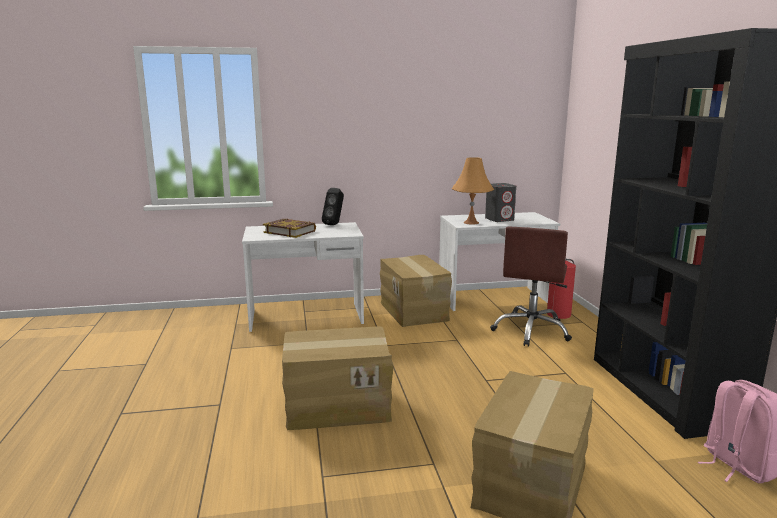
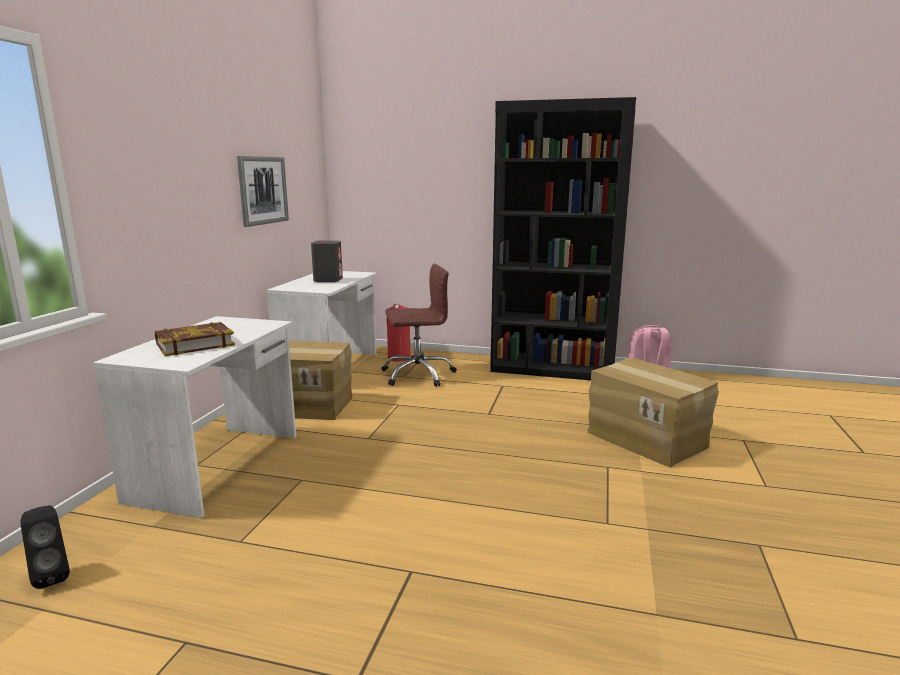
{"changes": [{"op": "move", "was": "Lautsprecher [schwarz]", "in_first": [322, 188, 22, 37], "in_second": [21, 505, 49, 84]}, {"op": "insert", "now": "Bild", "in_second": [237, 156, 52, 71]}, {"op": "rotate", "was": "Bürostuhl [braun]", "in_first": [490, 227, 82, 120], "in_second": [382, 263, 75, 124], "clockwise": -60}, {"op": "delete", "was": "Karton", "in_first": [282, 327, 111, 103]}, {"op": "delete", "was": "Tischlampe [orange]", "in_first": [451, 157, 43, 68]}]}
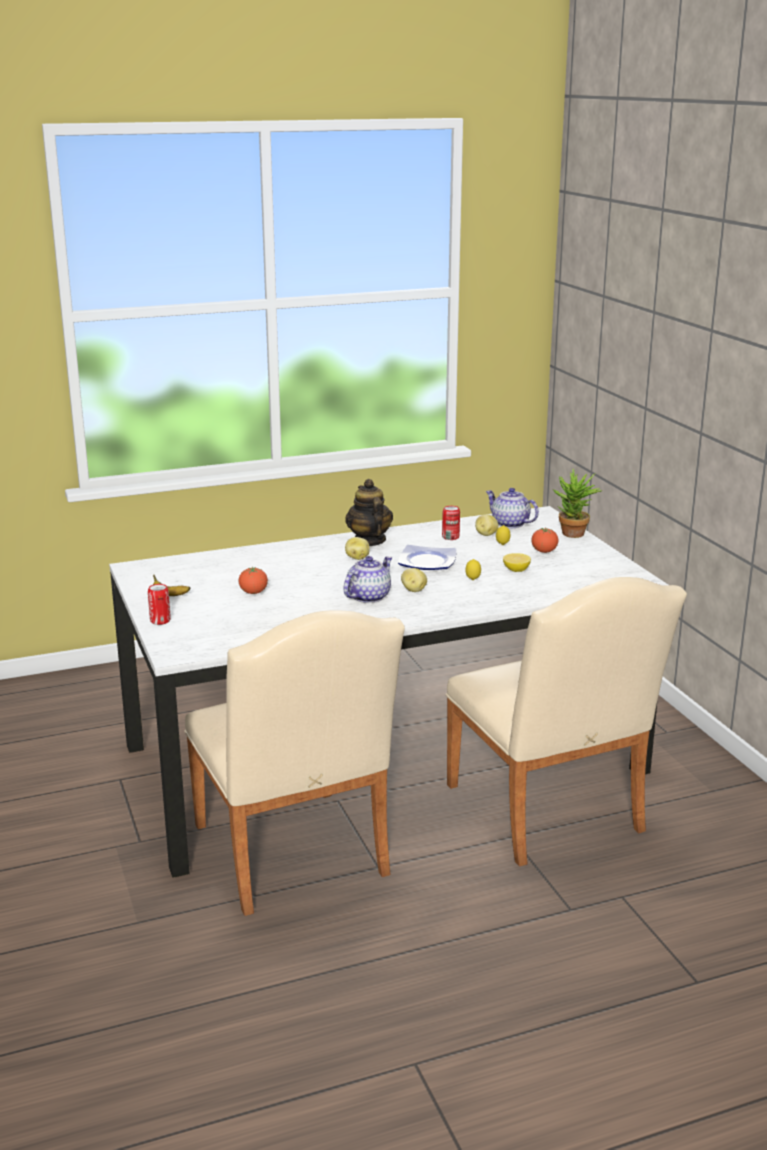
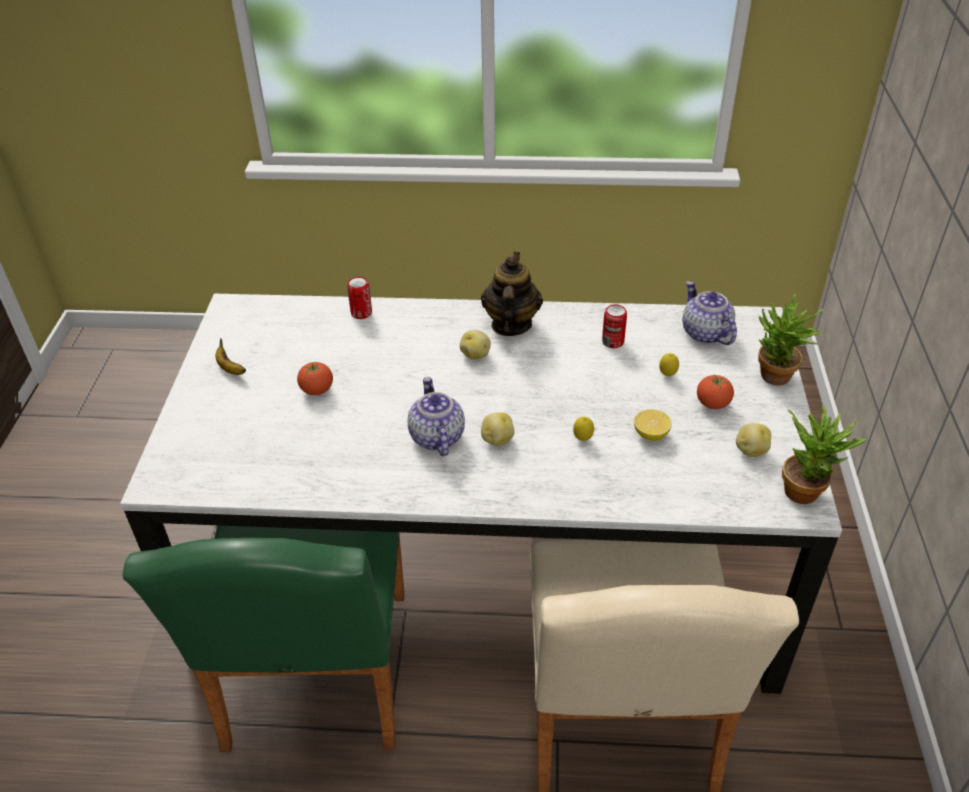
{"changes": [{"op": "recolor", "was": "Stuhl [beige]", "now": "Stuhl [grün]", "in_first": [184, 610, 221, 306], "in_second": [123, 525, 281, 227]}, {"op": "move", "was": "Dose", "in_first": [148, 584, 23, 41], "in_second": [347, 277, 25, 42]}, {"op": "rotate", "was": "Teekanne", "in_first": [344, 556, 48, 47], "in_second": [408, 377, 57, 79], "clockwise": -75}, {"op": "move", "was": "Kartoffel", "in_first": [475, 514, 23, 22], "in_second": [736, 423, 35, 34]}, {"op": "insert", "now": "Topfpflanze", "in_second": [782, 405, 85, 99]}, {"op": "delete", "was": "Teller", "in_first": [398, 545, 58, 25]}]}
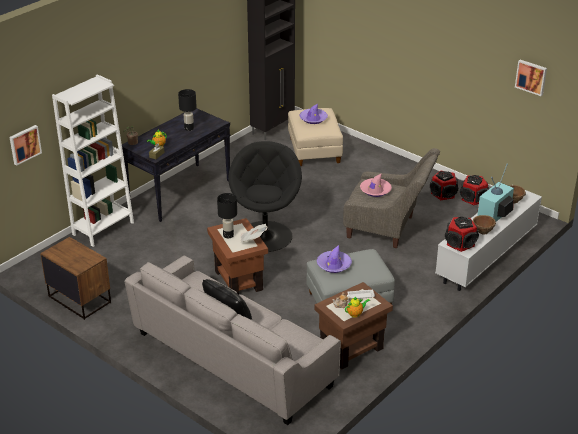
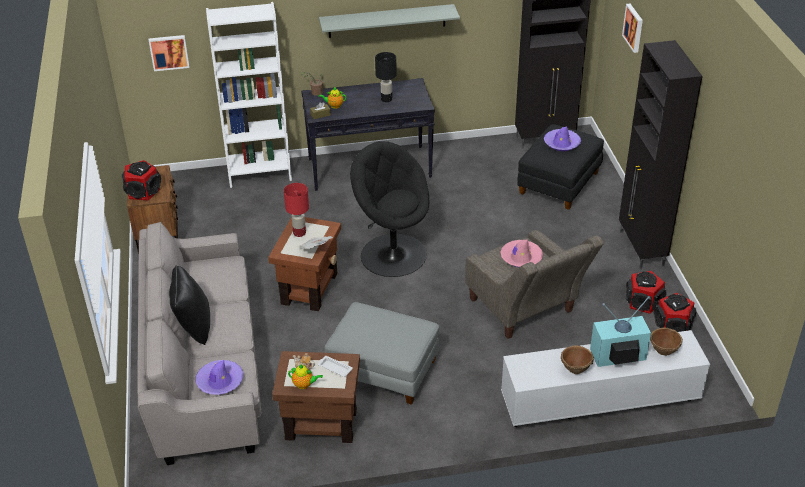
{"changes": [{"op": "move", "was": "Lautsprecher", "in_first": [445, 217, 34, 35], "in_second": [122, 160, 39, 40]}, {"op": "move", "was": "Hut [lila]", "in_first": [317, 245, 35, 28], "in_second": [196, 360, 47, 35]}, {"op": "recolor", "was": "Tischlampe [schwarz]", "now": "Tischlampe [rot]", "in_first": [217, 193, 20, 45], "in_second": [284, 183, 25, 54]}, {"op": "insert", "now": "Wandregal [grau]", "in_second": [319, 4, 141, 34]}, {"op": "rotate", "was": "Sessel [schwarz]", "in_first": [228, 141, 74, 111], "in_second": [350, 141, 79, 136], "clockwise": -105}, {"op": "recolor", "was": "Polsterhocker [beige]", "now": "Polsterhocker [schwarz]", "in_first": [288, 108, 55, 58], "in_second": [517, 124, 87, 86]}, {"op": "insert", "now": "Schrank [schwarz]", "in_second": [619, 40, 83, 229]}, {"op": "move", "was": "Bild", "in_first": [515, 60, 32, 36], "in_second": [622, 4, 21, 49]}]}
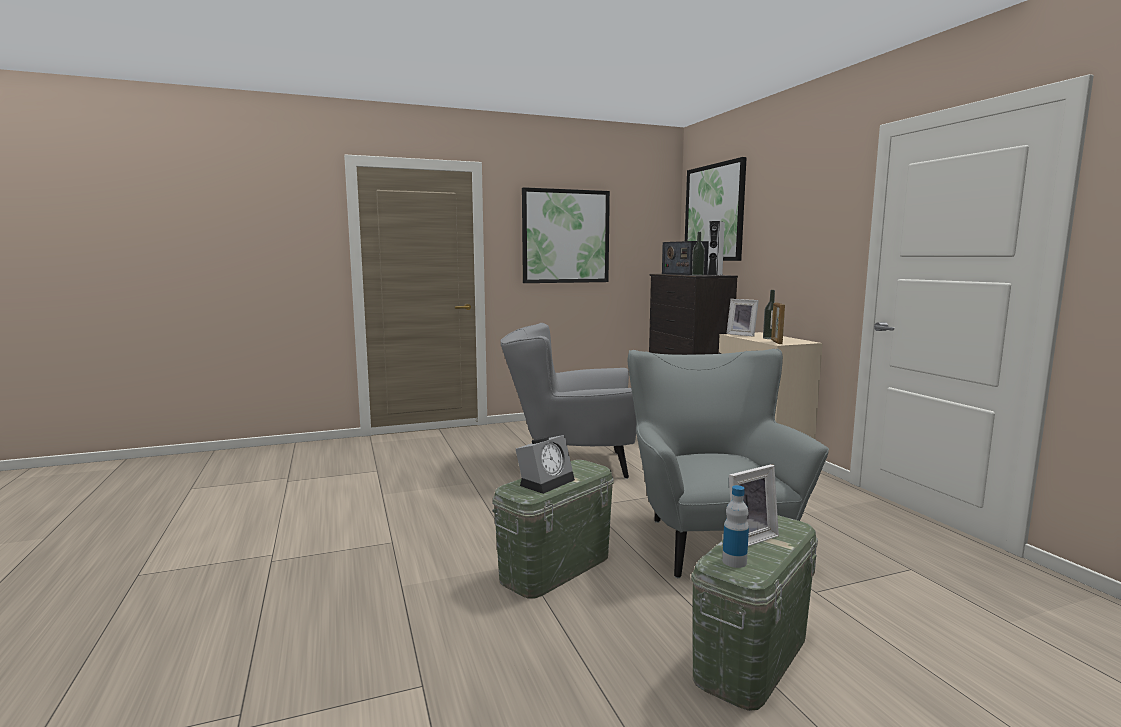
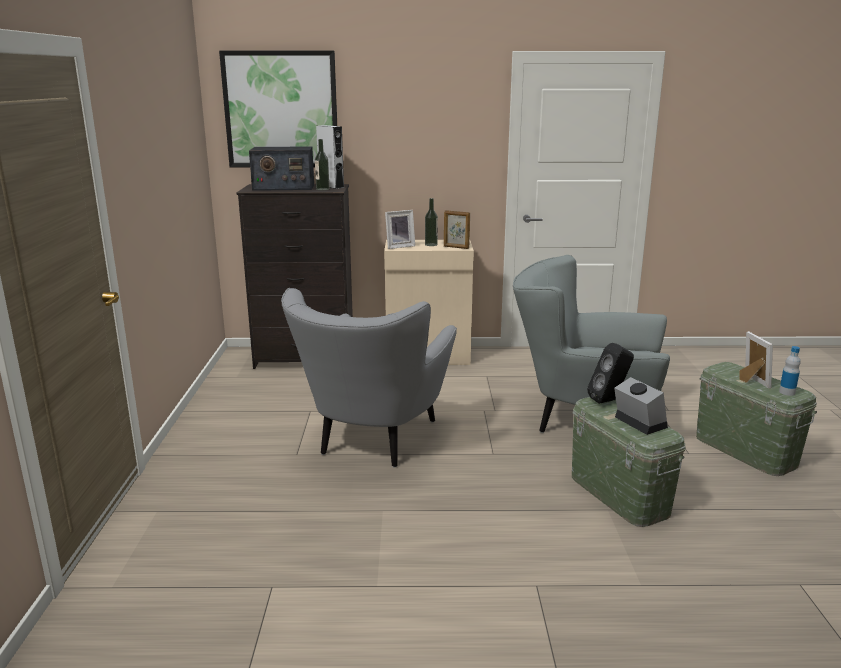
{"changes": [{"op": "insert", "now": "Lautsprecher [schwarz]", "in_second": [587, 343, 47, 61]}, {"op": "delete", "was": "Bild", "in_first": [522, 187, 88, 96]}]}
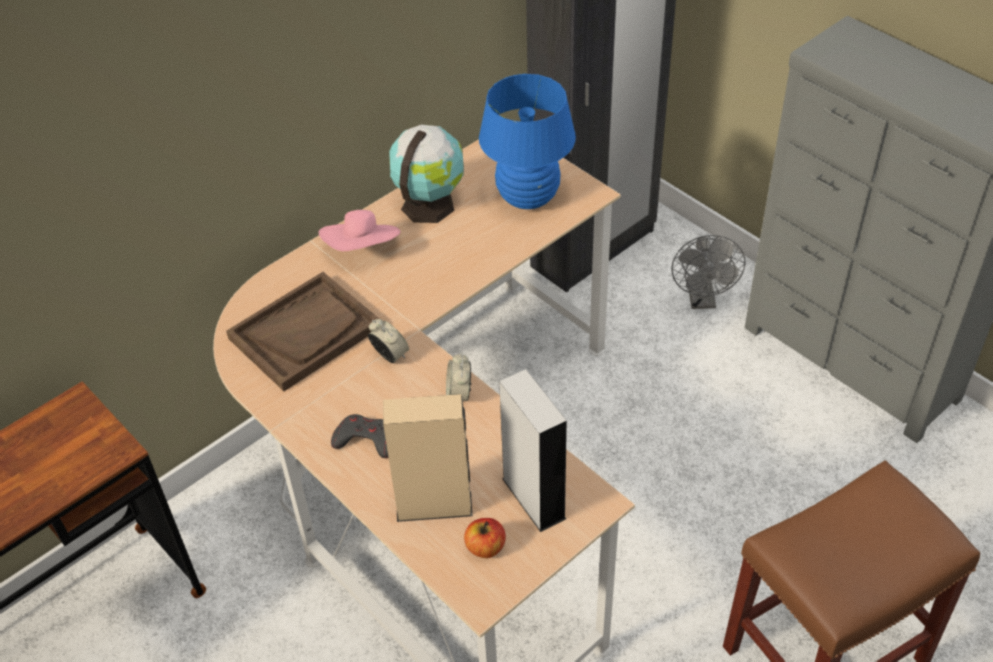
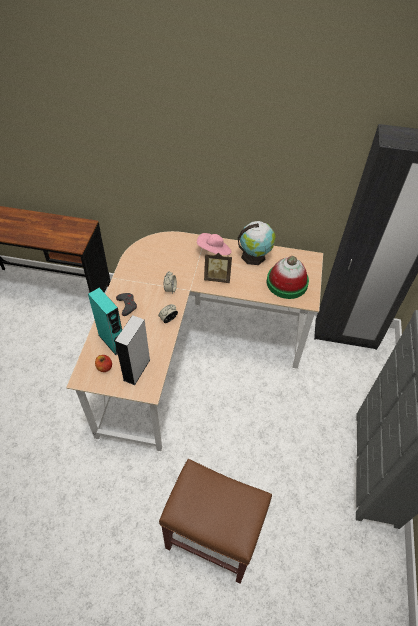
{"changes": [{"op": "recolor", "was": "Lautsprecher [beige]", "now": "Lautsprecher [türkis]", "in_first": [383, 394, 89, 128], "in_second": [88, 288, 34, 67]}, {"op": "insert", "now": "Bilderrahmen", "in_second": [204, 253, 28, 30]}, {"op": "replace", "was": "Tischlampe [blau]", "now": "Hut", "in_first": [479, 74, 97, 135], "in_second": [267, 256, 42, 43]}, {"op": "delete", "was": "Tablett [braun]", "in_first": [226, 272, 153, 119]}, {"op": "delete", "was": "Ventilator [grau]", "in_first": [671, 235, 74, 74]}]}
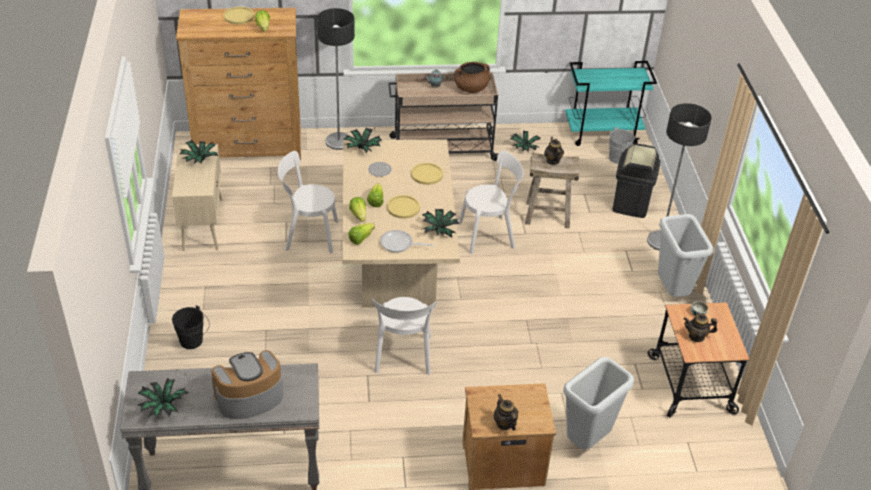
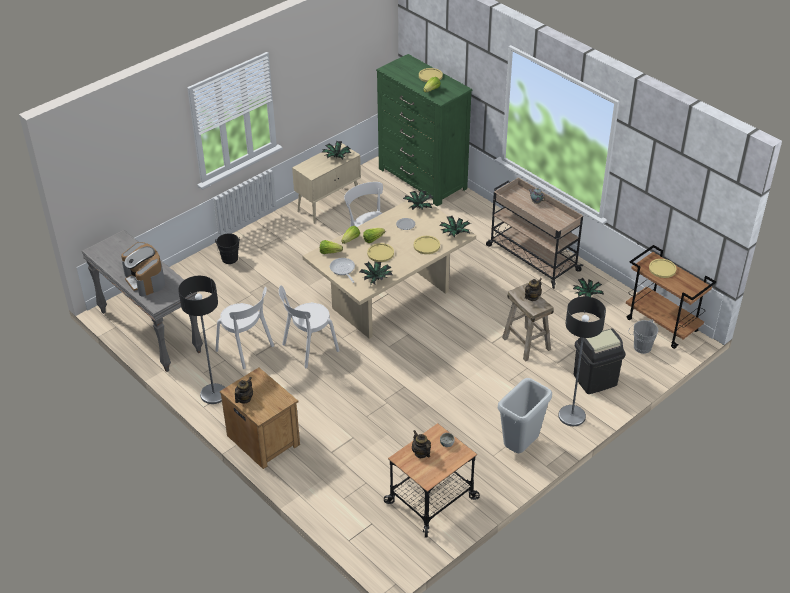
{"changes": [{"op": "rotate", "was": "Kaffeemaschine", "in_first": [211, 350, 73, 69], "in_second": [121, 242, 44, 55], "clockwise": -150}, {"op": "move", "was": "Stehlampe", "in_first": [317, 8, 38, 142], "in_second": [178, 276, 47, 128]}, {"op": "move", "was": "Stuhl [weiß]", "in_first": [459, 151, 64, 103], "in_second": [216, 287, 58, 82]}, {"op": "recolor", "was": "Kommode [braun]", "now": "Kommode [grün]", "in_first": [176, 8, 125, 152], "in_second": [376, 54, 96, 152]}, {"op": "move", "was": "Topfpflanze", "in_first": [138, 378, 51, 40], "in_second": [439, 216, 32, 21]}, {"op": "recolor", "was": "Rollwagen [türkis]", "now": "Rollwagen [braun]", "in_first": [565, 61, 92, 85], "in_second": [626, 245, 90, 104]}, {"op": "insert", "now": "Teller [gelb]", "in_second": [649, 259, 27, 19]}, {"op": "delete", "was": "Kochtopf [braun]", "in_first": [454, 62, 36, 31]}, {"op": "delete", "was": "Mülleimer [grau]", "in_first": [563, 357, 71, 93]}]}
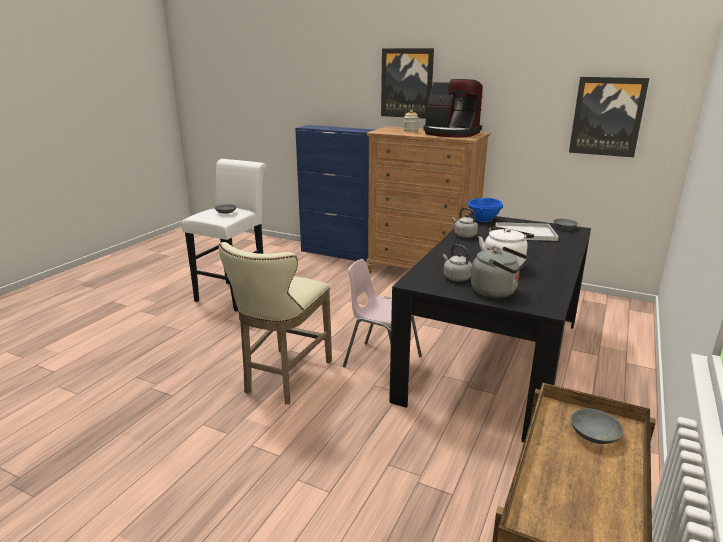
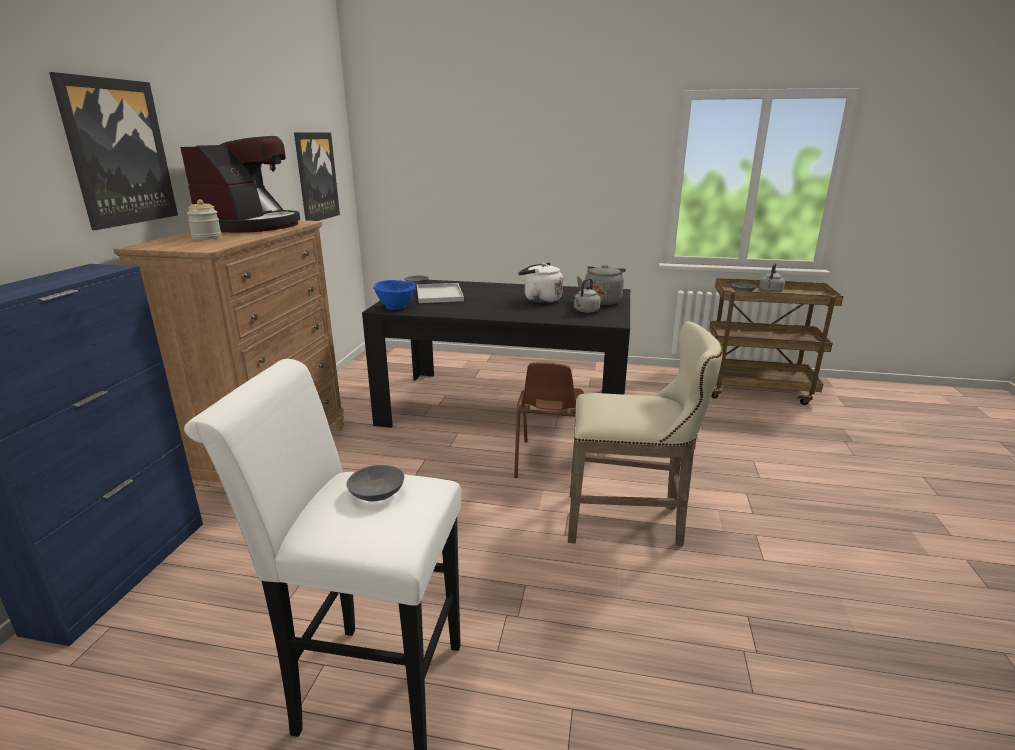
{"changes": [{"op": "recolor", "was": "Stuhl [rosa]", "now": "Stuhl [braun]", "in_first": [343, 259, 79, 108], "in_second": [514, 362, 70, 116]}, {"op": "move", "was": "Wasserkessel [grau]", "in_first": [452, 208, 26, 30], "in_second": [759, 263, 26, 30]}]}
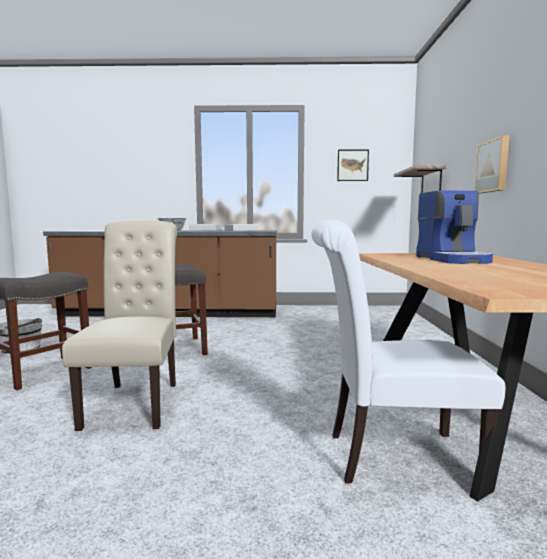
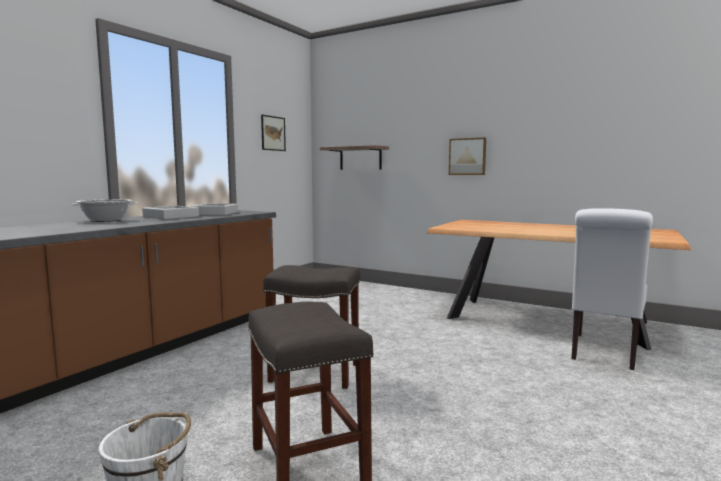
{"changes": [{"op": "delete", "was": "Stuhl [beige]", "in_first": [62, 220, 115, 211]}, {"op": "delete", "was": "Kaffeemaschine", "in_first": [416, 191, 77, 73]}]}
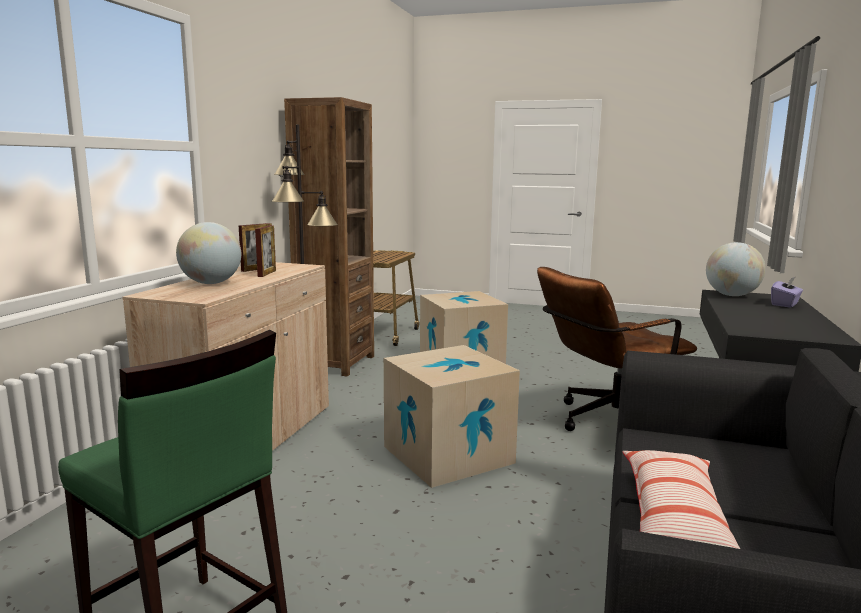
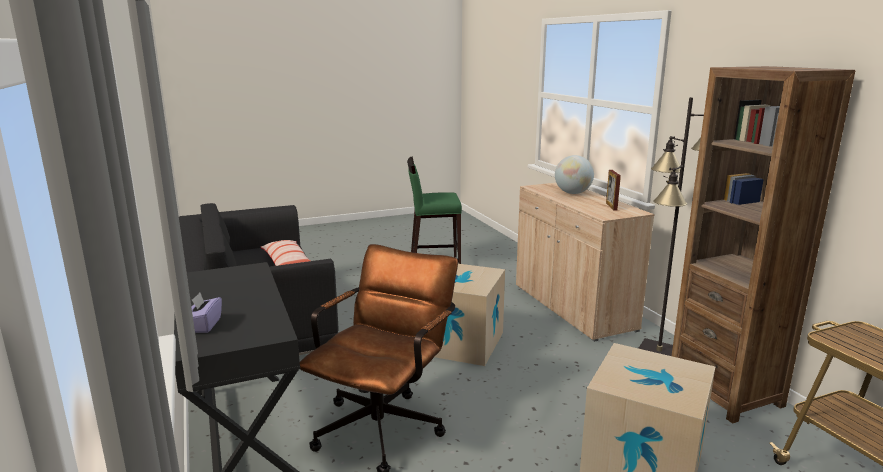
{"changes": [{"op": "delete", "was": "Bilderrahmen", "in_first": [255, 225, 21, 52]}, {"op": "delete", "was": "Globus", "in_first": [706, 242, 60, 54]}]}
